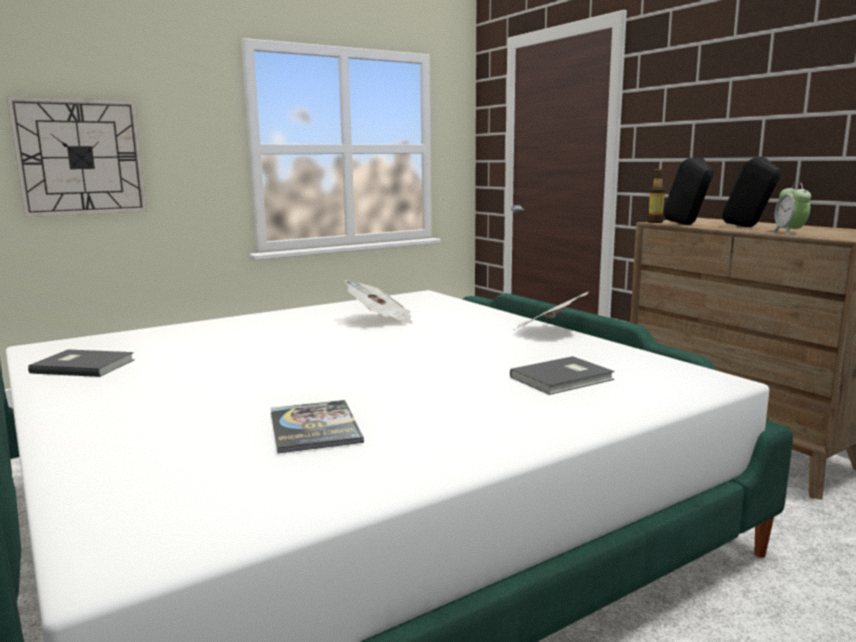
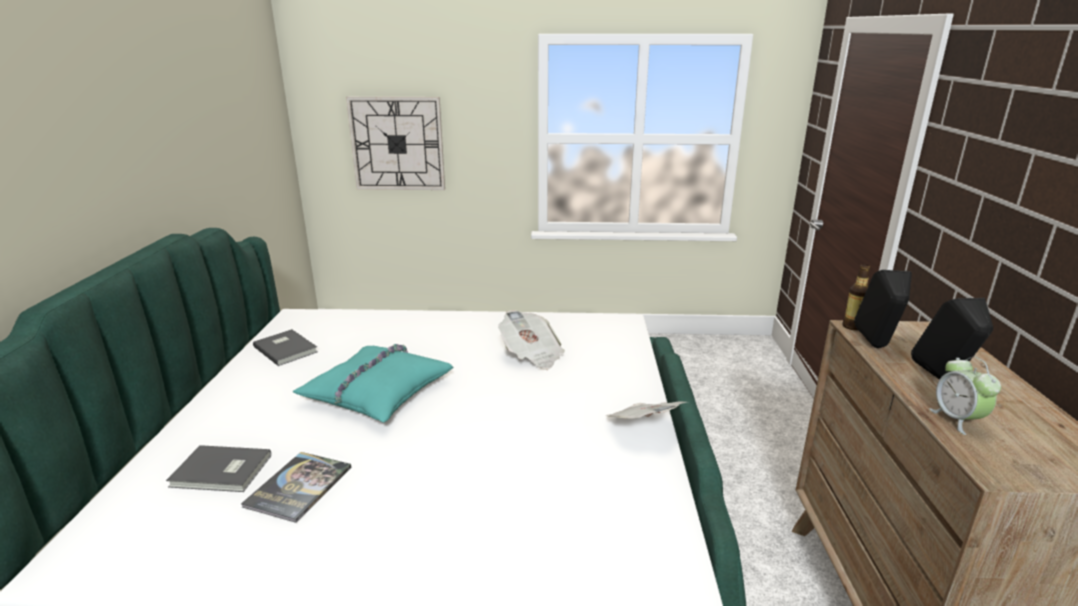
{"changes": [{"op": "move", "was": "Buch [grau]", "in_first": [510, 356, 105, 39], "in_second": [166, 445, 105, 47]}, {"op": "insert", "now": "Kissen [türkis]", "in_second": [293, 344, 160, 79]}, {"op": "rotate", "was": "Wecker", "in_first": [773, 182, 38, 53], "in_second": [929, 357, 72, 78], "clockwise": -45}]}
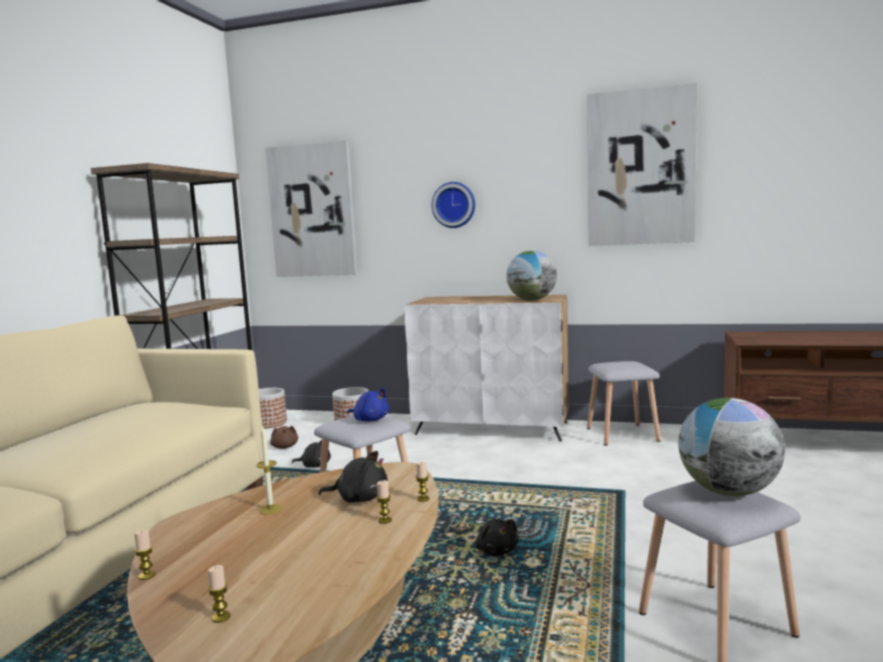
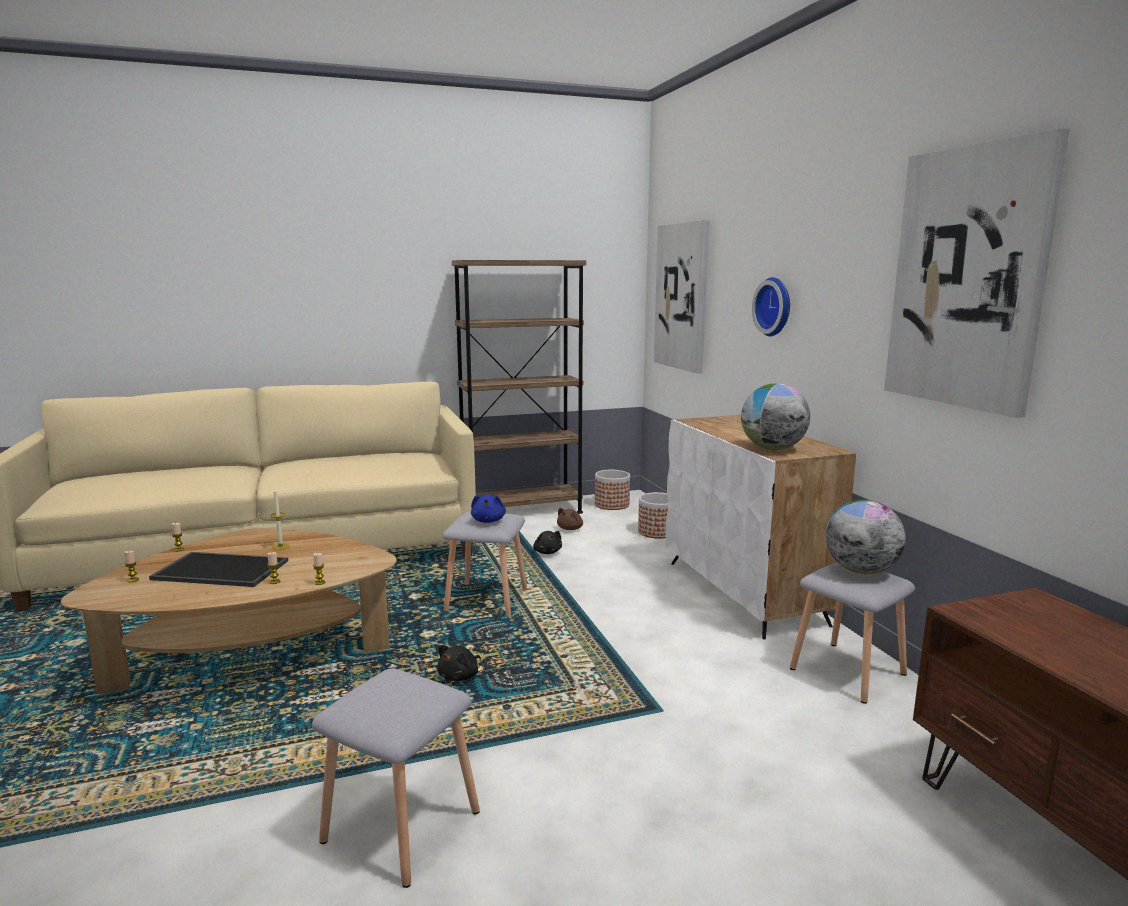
{"changes": [{"op": "insert", "now": "Tablett", "in_second": [149, 552, 139, 35]}, {"op": "move", "was": "Globus", "in_first": [678, 398, 107, 98], "in_second": [826, 500, 80, 74]}, {"op": "delete", "was": "Plüschtier [schwarz]", "in_first": [319, 451, 69, 52]}]}
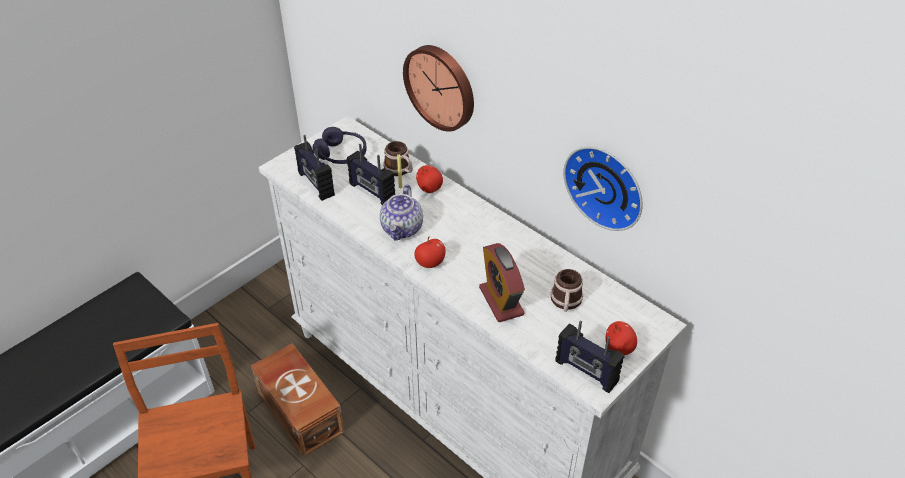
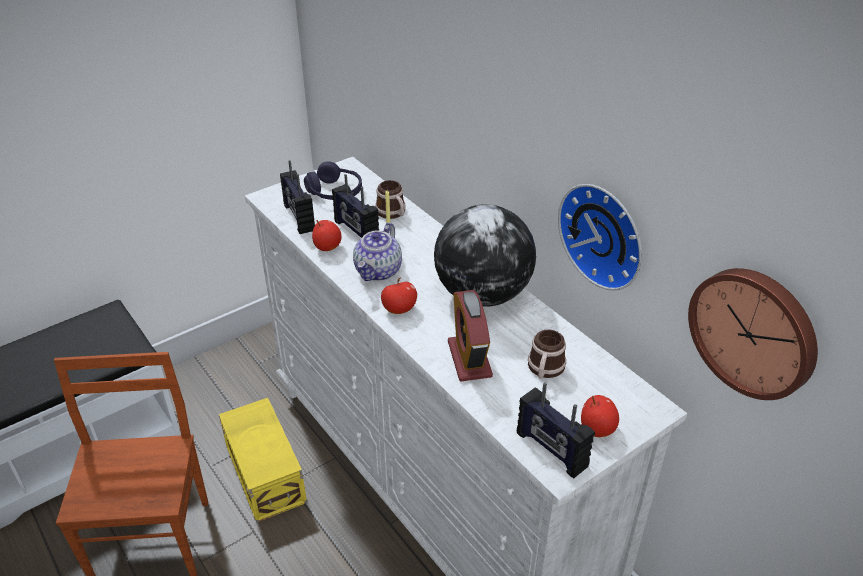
{"changes": [{"op": "recolor", "was": "Aufbewahrungsbox [braun]", "now": "Aufbewahrungsbox [gelb]", "in_first": [251, 343, 94, 114], "in_second": [219, 398, 88, 125]}, {"op": "move", "was": "Apfel", "in_first": [416, 165, 27, 28], "in_second": [312, 220, 30, 31]}, {"op": "insert", "now": "Globus", "in_second": [434, 204, 102, 103]}, {"op": "move", "was": "Wanduhr", "in_first": [403, 45, 71, 87], "in_second": [688, 268, 130, 132]}]}
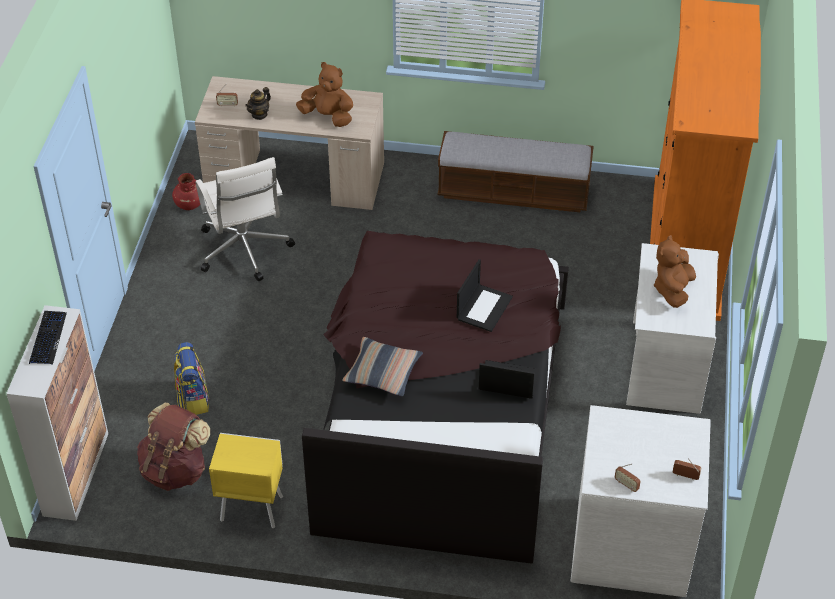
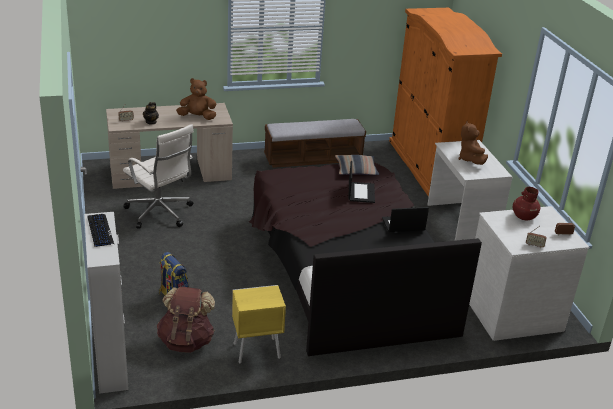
{"changes": [{"op": "move", "was": "Kissen", "in_first": [342, 337, 81, 60], "in_second": [335, 155, 44, 20]}, {"op": "move", "was": "Vase [rot]", "in_first": [172, 173, 28, 37], "in_second": [513, 187, 27, 33]}]}
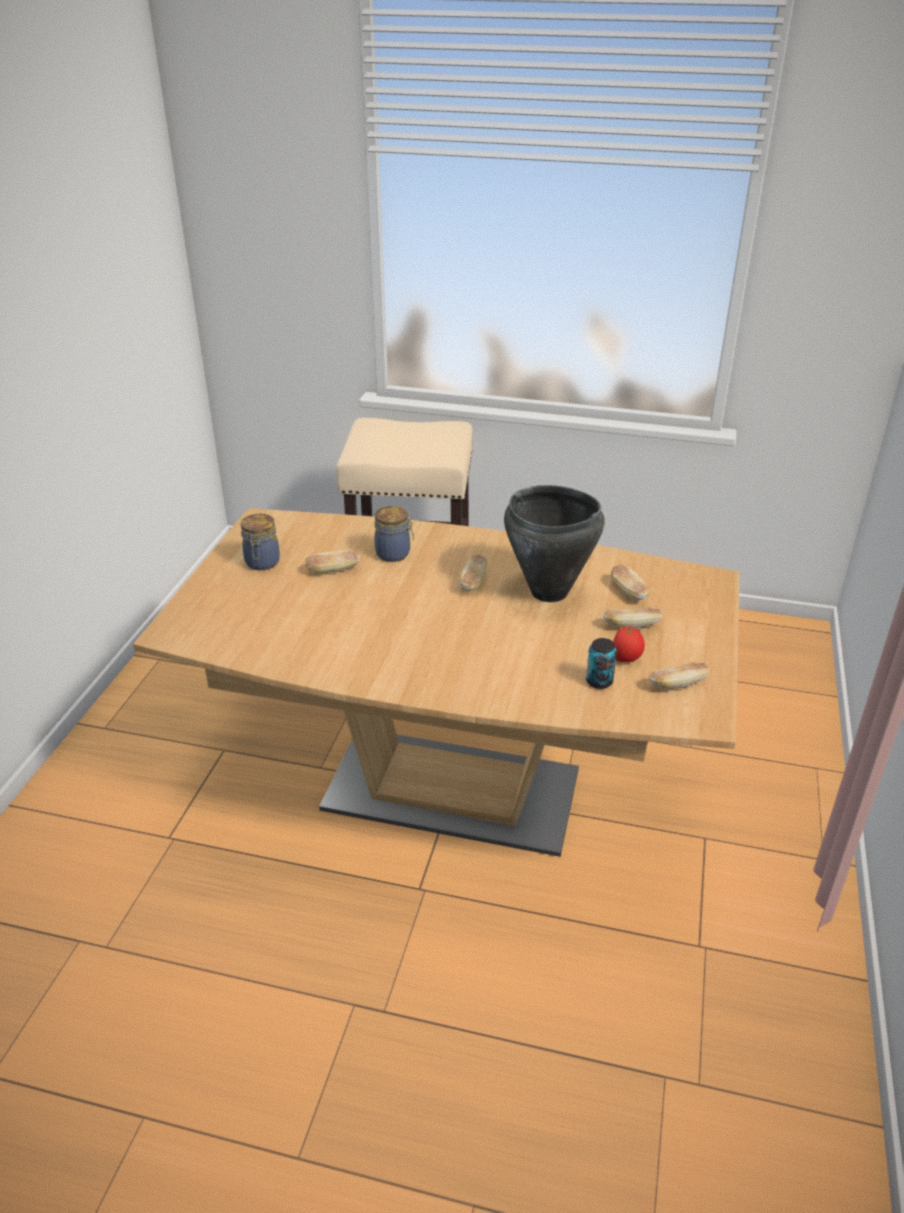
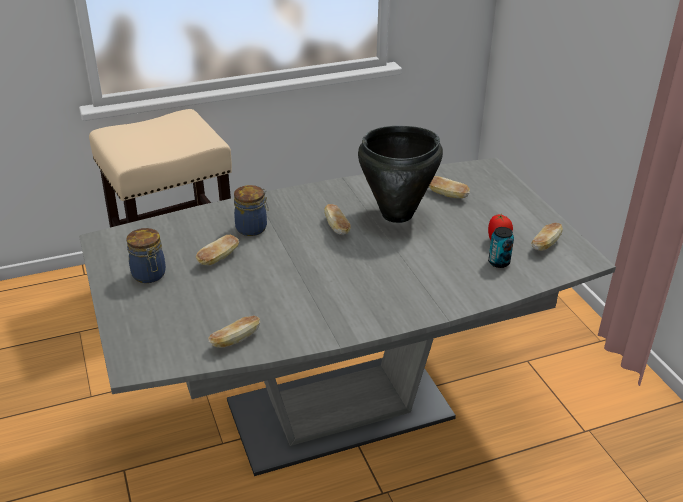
{"changes": [{"op": "recolor", "was": "Esstisch [braun]", "now": "Esstisch [grau]", "in_first": [133, 508, 607, 349], "in_second": [79, 158, 537, 318]}, {"op": "move", "was": "Brot", "in_first": [603, 608, 60, 20], "in_second": [208, 316, 52, 32]}]}
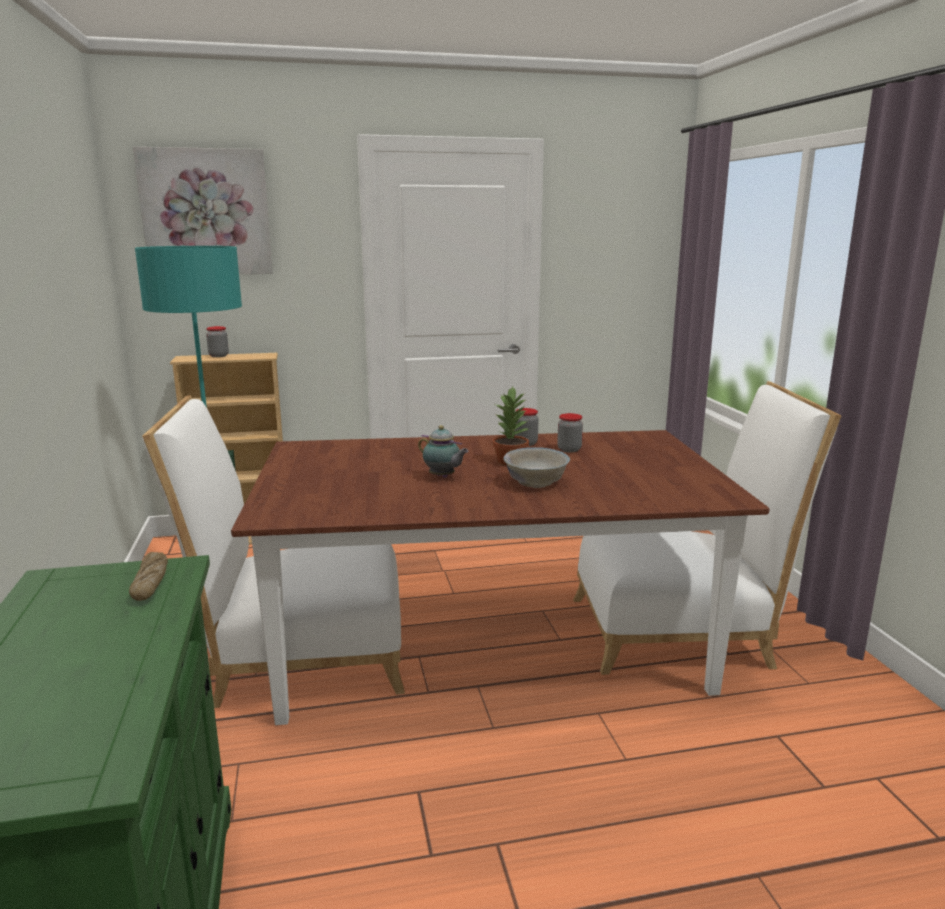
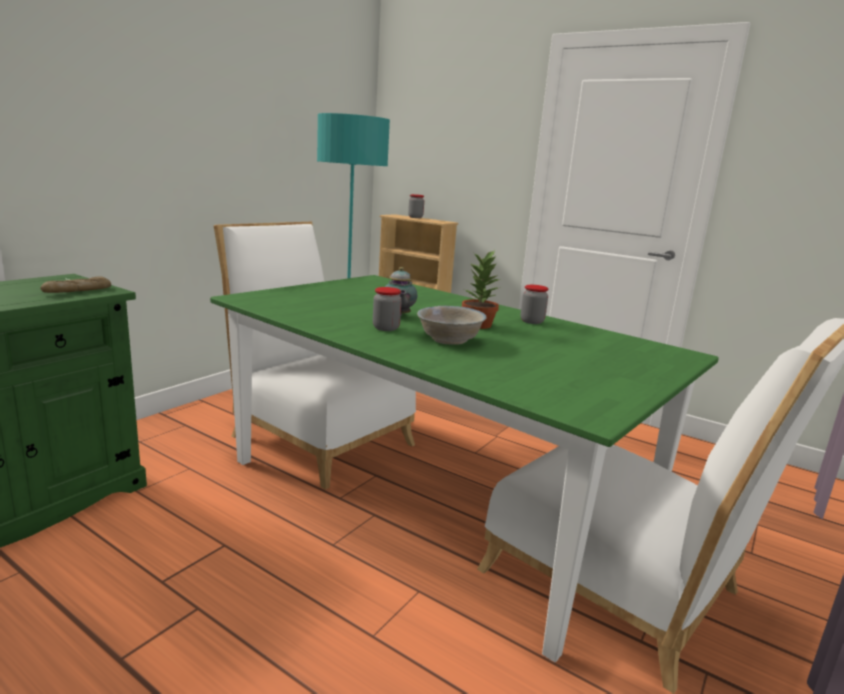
{"changes": [{"op": "recolor", "was": "Esstisch [braun]", "now": "Esstisch [grün]", "in_first": [231, 430, 539, 295], "in_second": [210, 275, 509, 387]}, {"op": "move", "was": "Vorratsglas", "in_first": [557, 413, 26, 40], "in_second": [373, 287, 29, 44]}, {"op": "delete", "was": "Bild", "in_first": [133, 147, 140, 127]}]}
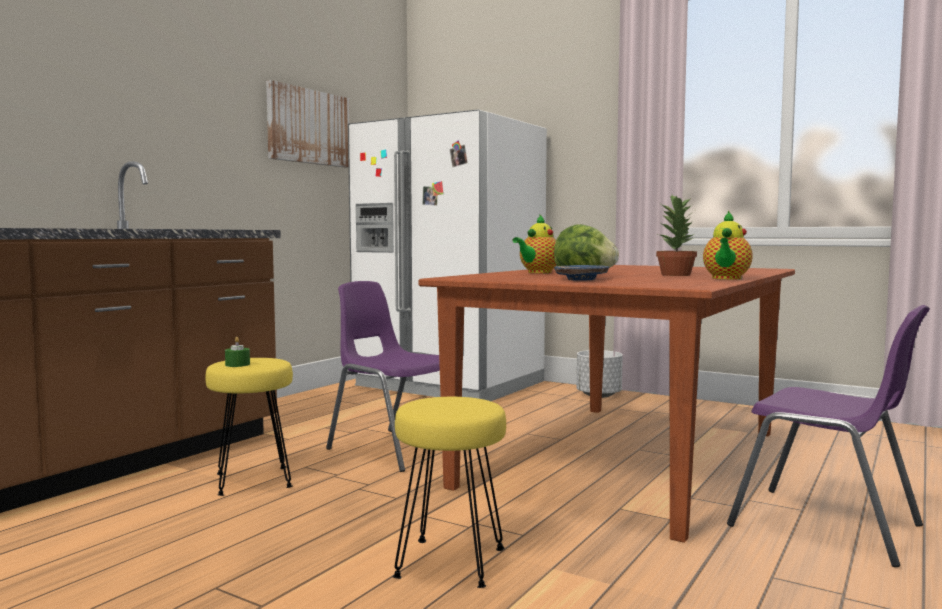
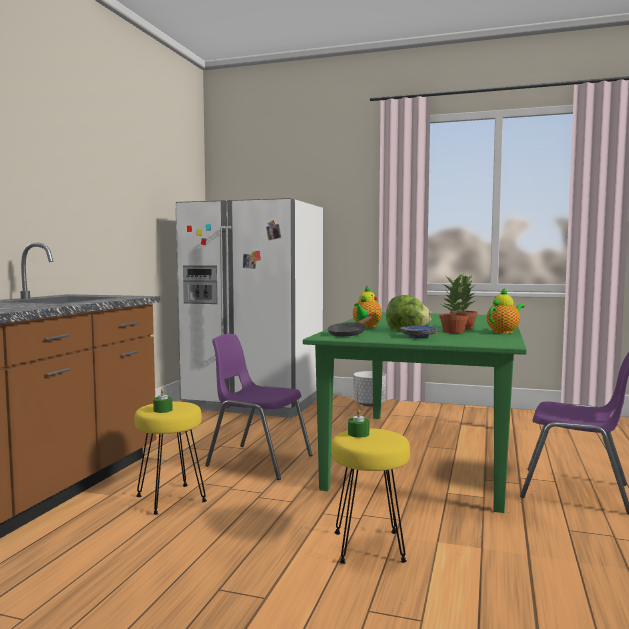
{"changes": [{"op": "recolor", "was": "Esstisch [braun]", "now": "Esstisch [grün]", "in_first": [418, 265, 377, 278], "in_second": [303, 312, 224, 201]}, {"op": "insert", "now": "Pfanne [schwarz]", "in_second": [327, 316, 45, 21]}, {"op": "insert", "now": "Kerze [grün]", "in_second": [348, 409, 21, 29]}, {"op": "insert", "now": "Topfpflanze", "in_second": [440, 274, 29, 59]}, {"op": "rotate", "was": "Teekanne", "in_first": [703, 211, 50, 68], "in_second": [487, 288, 38, 46], "clockwise": -135}, {"op": "delete", "was": "Bild", "in_first": [266, 80, 84, 88]}]}
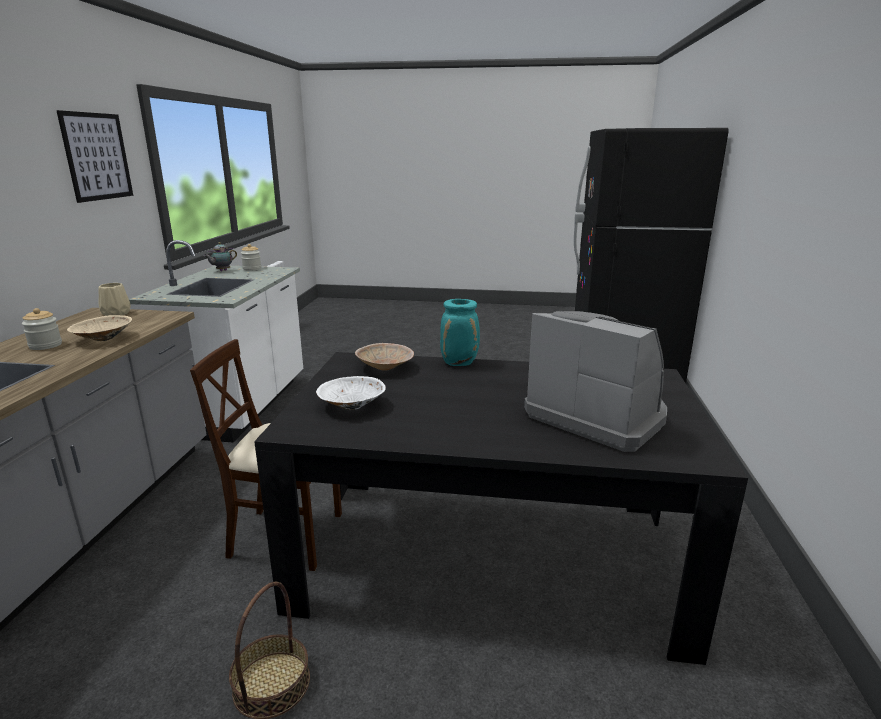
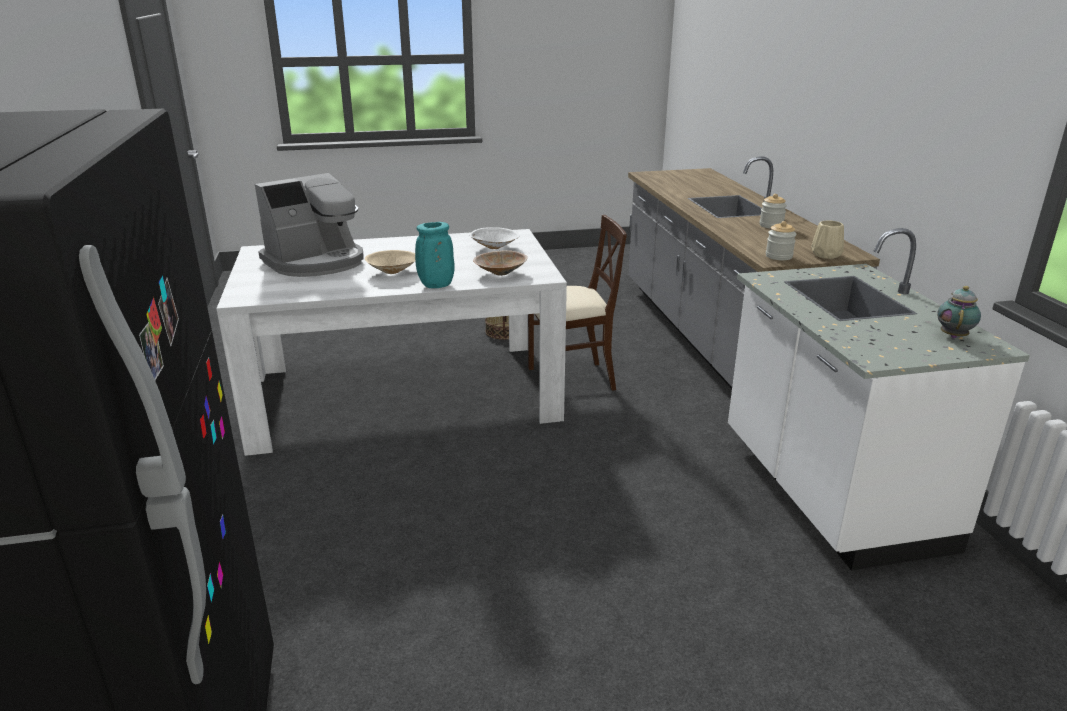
{"changes": [{"op": "recolor", "was": "Esstisch [schwarz]", "now": "Esstisch [weiß]", "in_first": [254, 352, 494, 313], "in_second": [216, 229, 351, 227]}, {"op": "rotate", "was": "Kaffeemaschine", "in_first": [524, 311, 143, 141], "in_second": [255, 173, 109, 104], "clockwise": -60}, {"op": "move", "was": "Schüssel [beige]", "in_first": [67, 315, 65, 26], "in_second": [365, 250, 50, 24]}, {"op": "move", "was": "Vorratsglas", "in_first": [241, 244, 20, 27], "in_second": [766, 221, 30, 39]}, {"op": "delete", "was": "Bild", "in_first": [56, 110, 77, 93]}]}
